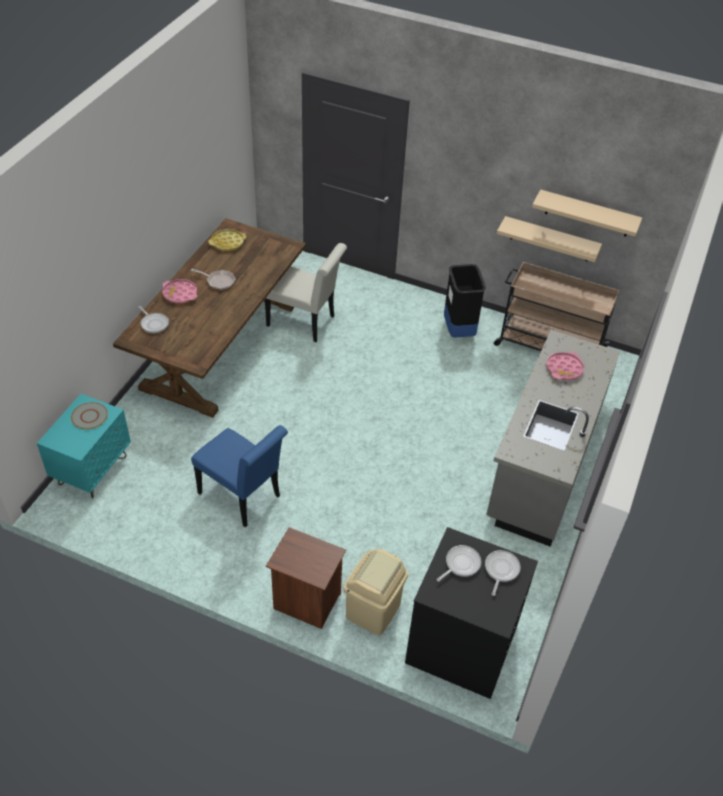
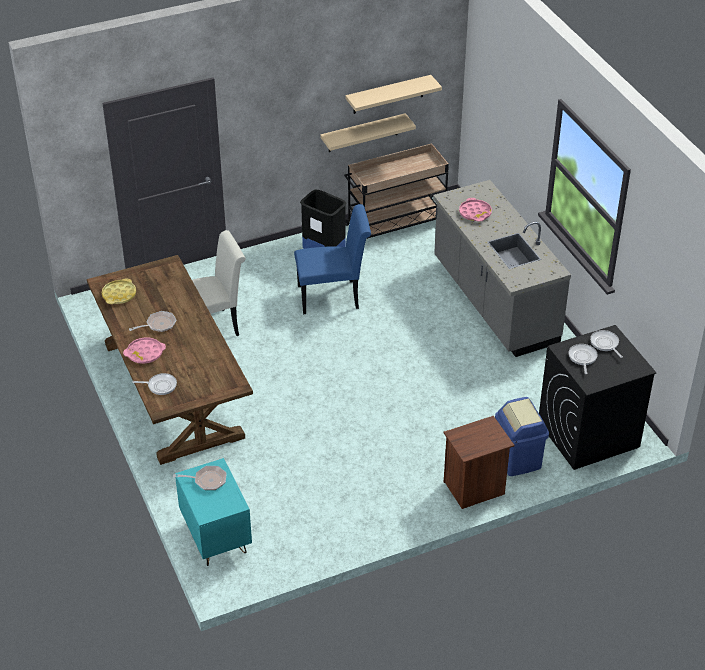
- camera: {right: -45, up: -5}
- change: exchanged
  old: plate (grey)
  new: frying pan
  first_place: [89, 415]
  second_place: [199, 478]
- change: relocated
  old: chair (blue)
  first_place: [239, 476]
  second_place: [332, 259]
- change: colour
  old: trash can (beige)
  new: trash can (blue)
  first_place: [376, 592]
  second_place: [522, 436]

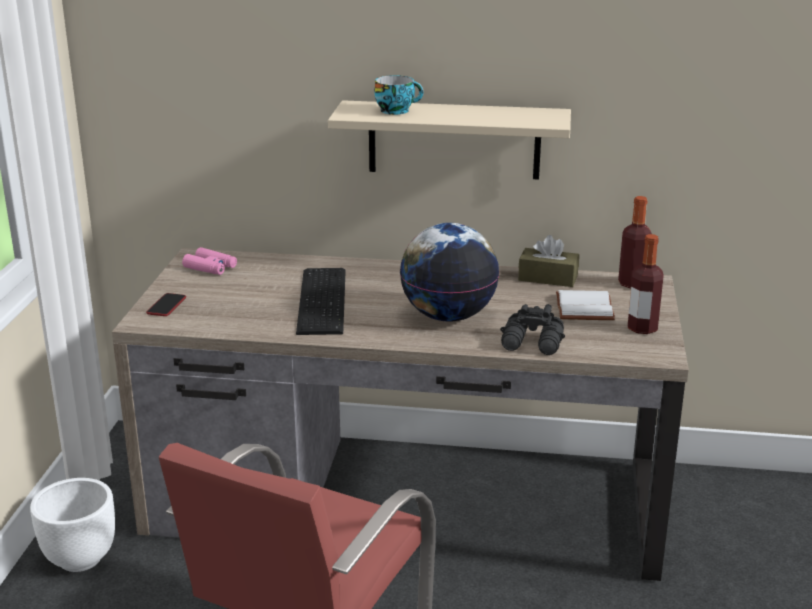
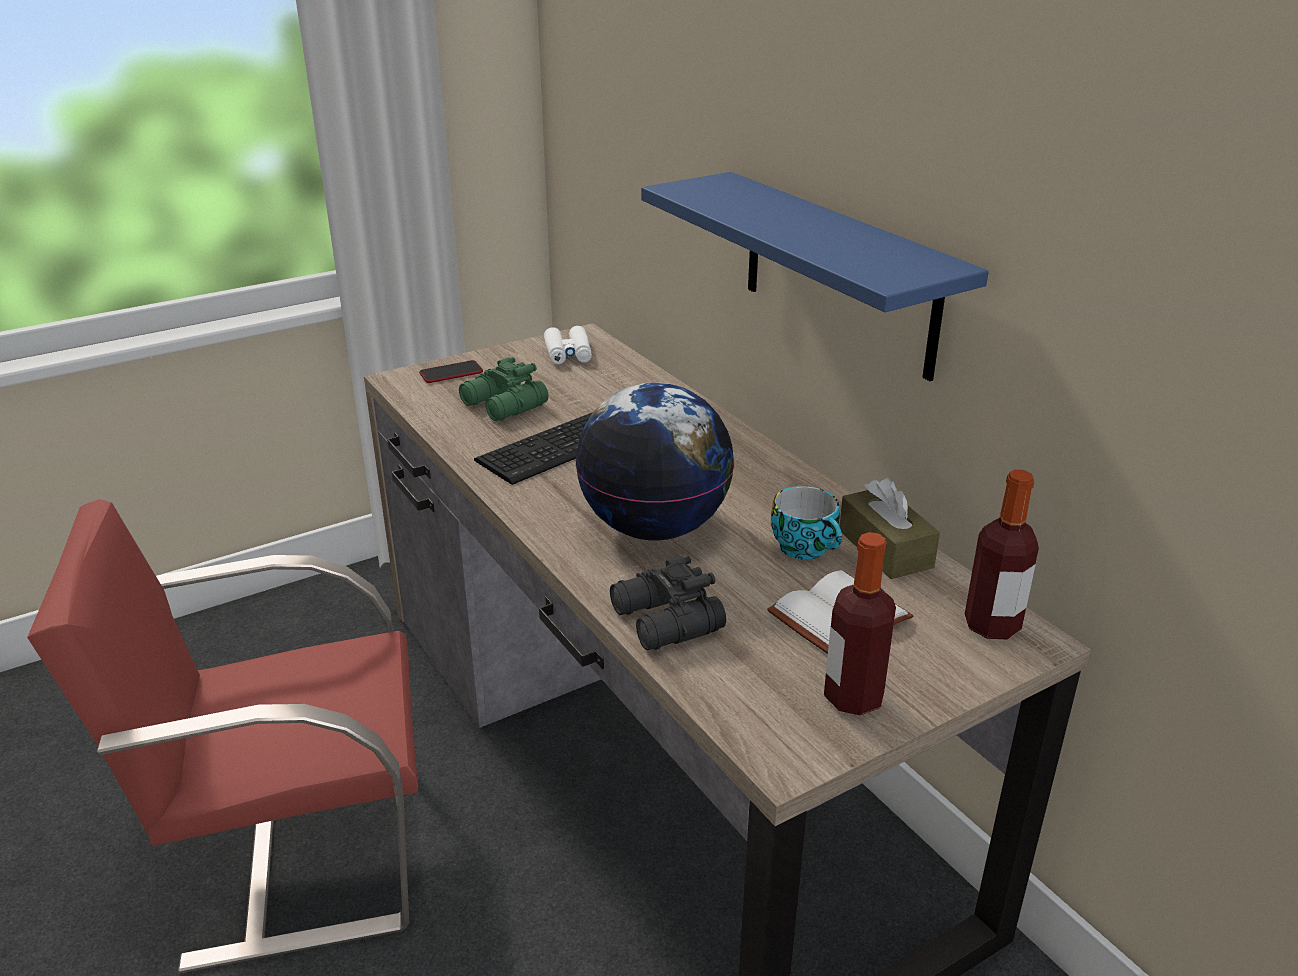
- camera: {right: 50, up: 5}
- change: missing
  old: planter (white)
  first_place: [72, 525]
- change: colour
  old: binoculars (pink)
  new: binoculars (white)
  first_place: [209, 261]
  second_place: [568, 345]
- change: colour
  old: shelf (beige)
  new: shelf (blue)
  first_place: [449, 140]
  second_place: [815, 276]
- change: relocated
  old: cup
  first_place: [398, 95]
  second_place: [806, 523]
- change: appeared
  new: binoculars (green)
  second_place: [503, 389]

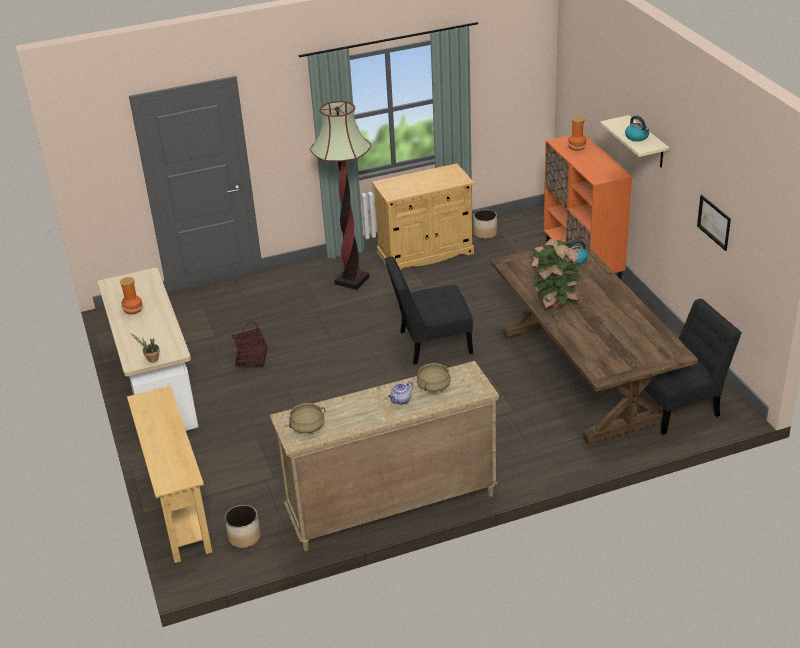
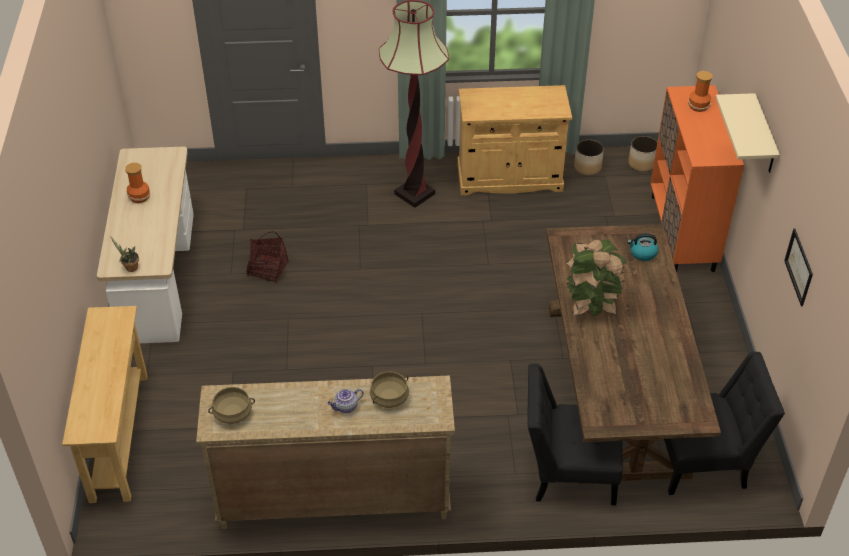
- camera: {right: 15, up: 10}
- change: relocated
  old: planter
  first_place: [243, 526]
  second_place: [642, 154]
- change: relocated
  old: chair (black)
  first_place: [429, 310]
  second_place: [575, 434]
- change: missing
  old: kettle
  first_place: [637, 128]

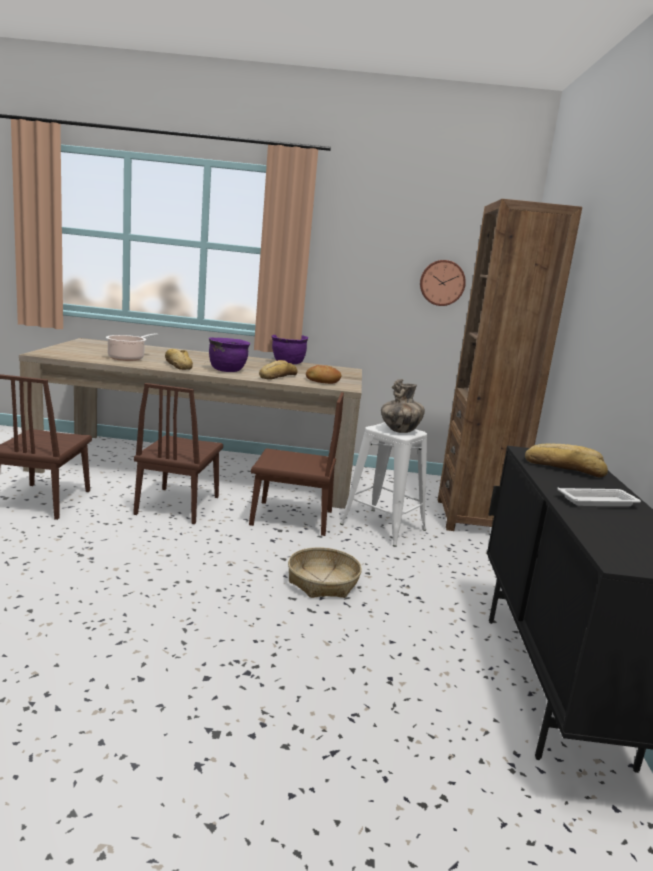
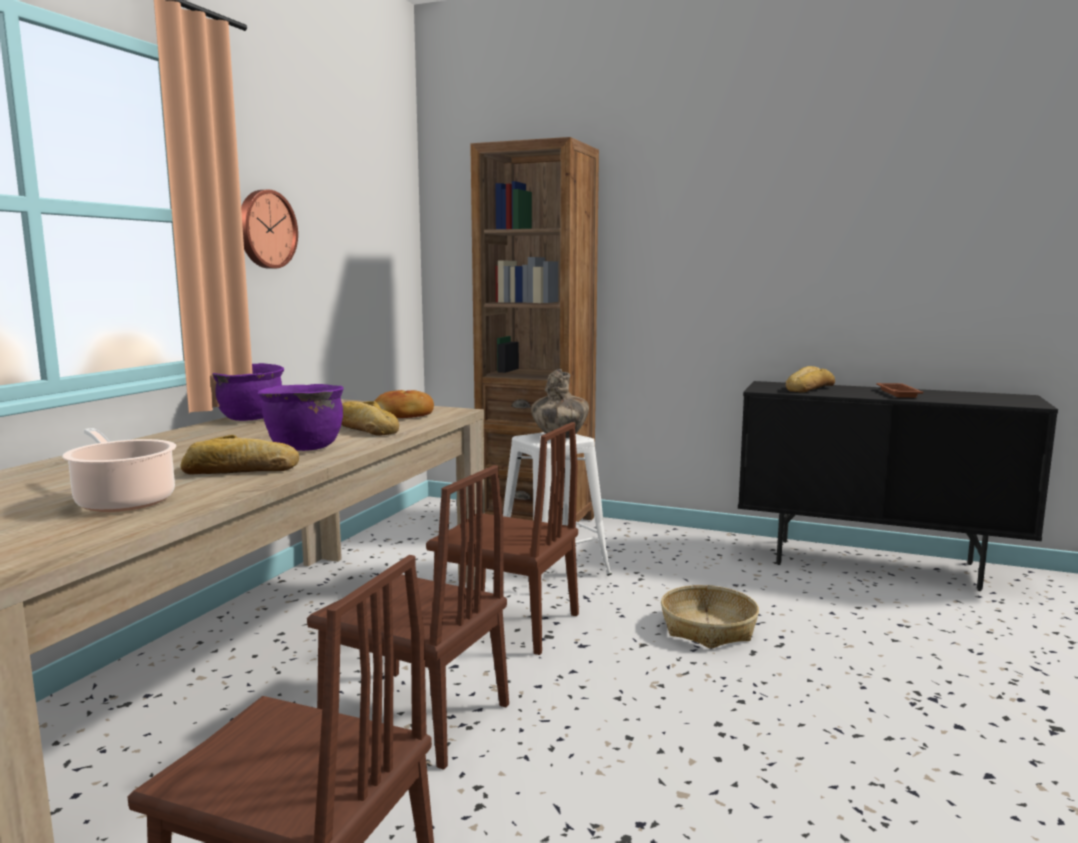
- camera: {right: -70, up: -5}
- change: spun
  old: chair (brown)
  first_place: [296, 464]
  second_place: [502, 538]
  degrees: 90
- change: relocated
  old: wall clock
  first_place: [443, 283]
  second_place: [269, 229]
- change: colour
  old: tray (white)
  new: tray (brown)
  first_place: [599, 496]
  second_place: [900, 390]

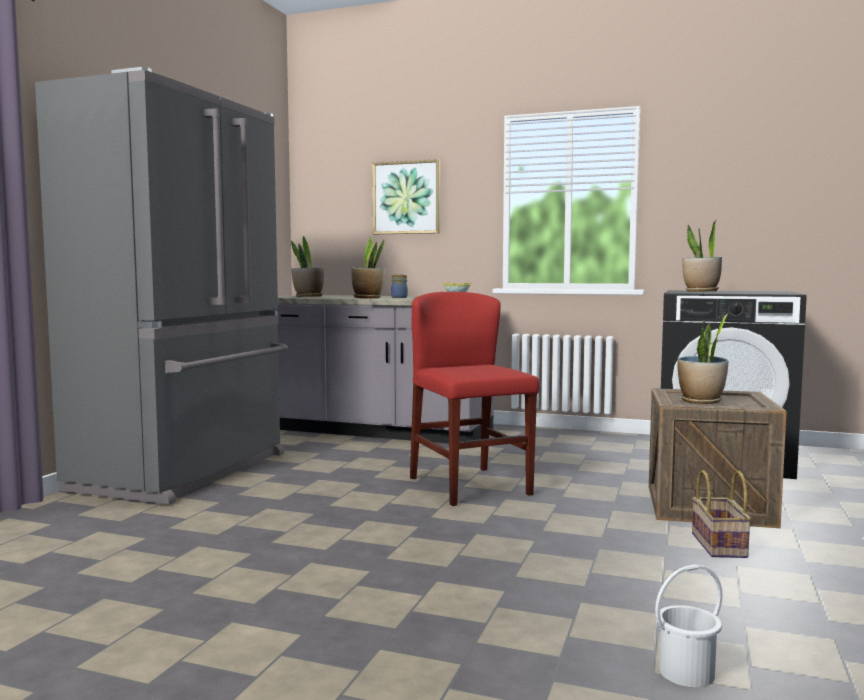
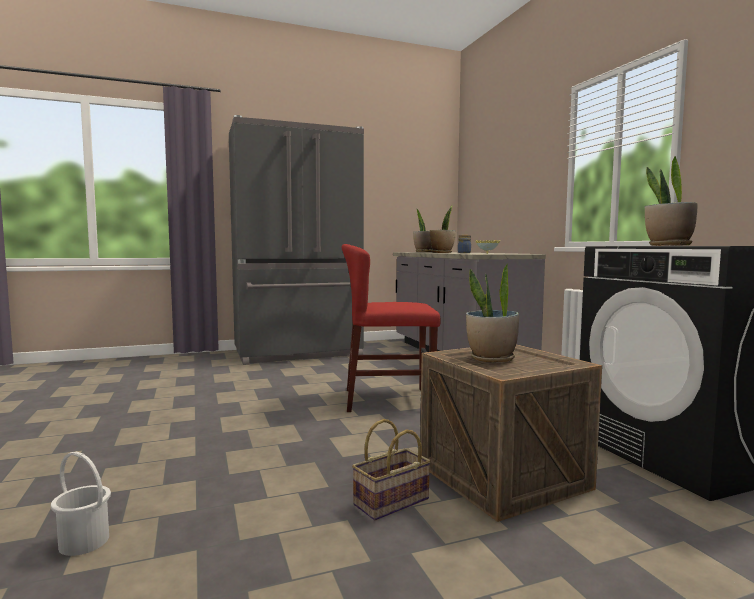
- camera: {right: 50, up: 0}
- change: missing
  old: picture
  first_place: [406, 196]
- change: spun
  old: chair (red)
  first_place: [474, 399]
  second_place: [391, 328]
  degrees: -120

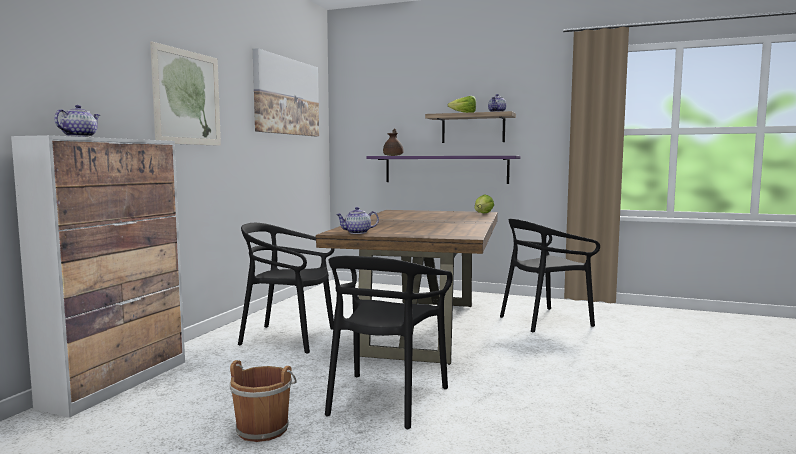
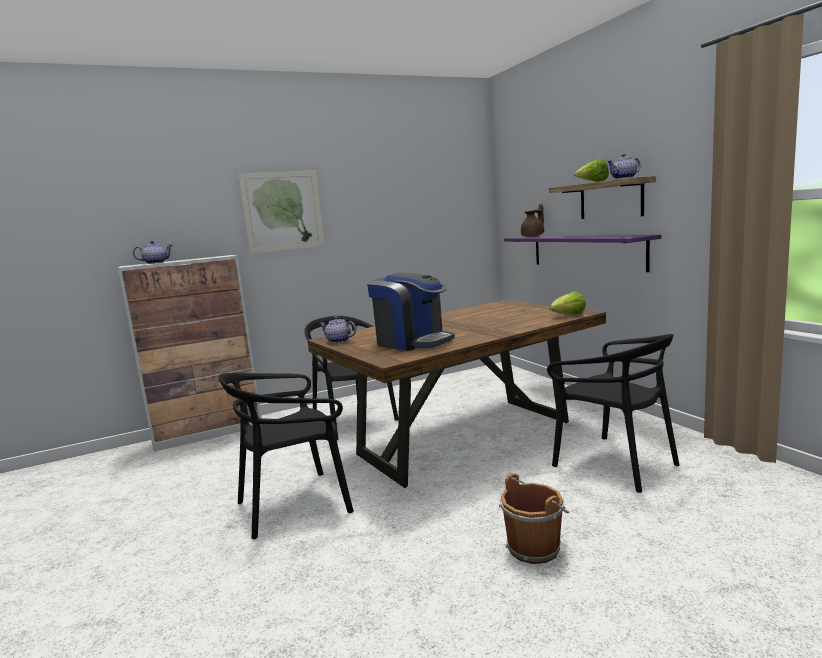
- camera: {right: 45, up: 5}
- change: relocated
  old: bucket (brown)
  first_place: [263, 401]
  second_place: [534, 518]
- change: missing
  old: picture
  first_place: [286, 92]
- change: spun
  old: chair (black)
  first_place: [550, 275]
  second_place: [613, 413]
  degrees: -150
- change: appeared
  new: coffee machine
  second_place: [411, 312]

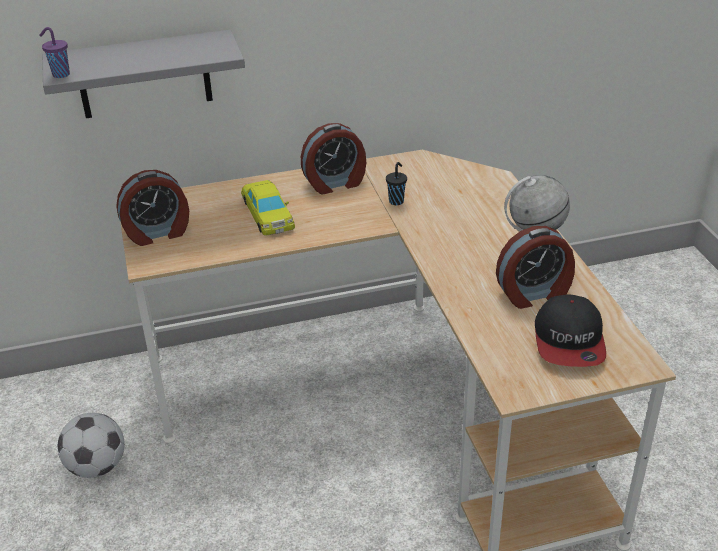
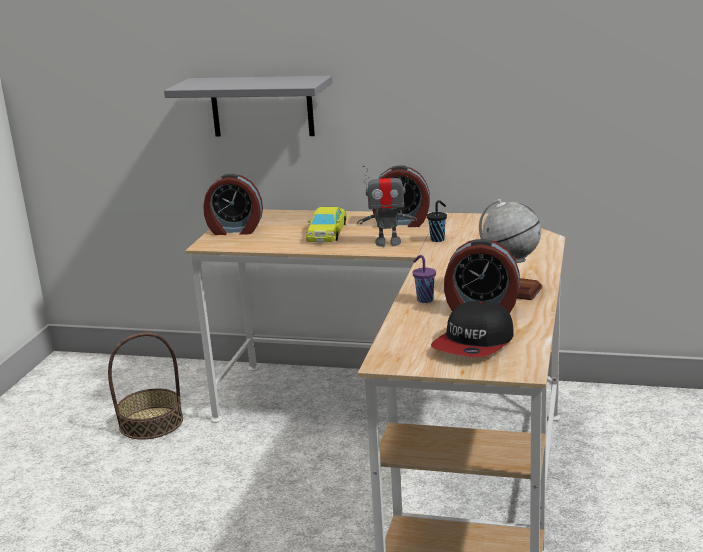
- camera: {right: 30, up: -15}
- change: relocated
  old: cup (purple)
  first_place: [54, 52]
  second_place: [424, 279]
- change: exchanged
  old: football
  new: basket
  first_place: [91, 445]
  second_place: [145, 386]
- change: appeared
  new: toy robot
  second_place: [387, 206]

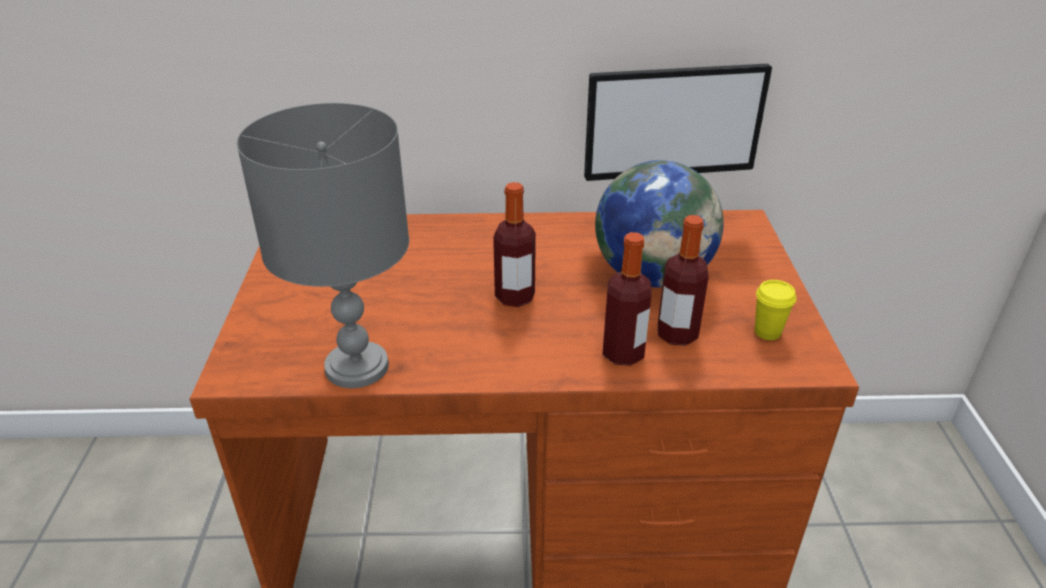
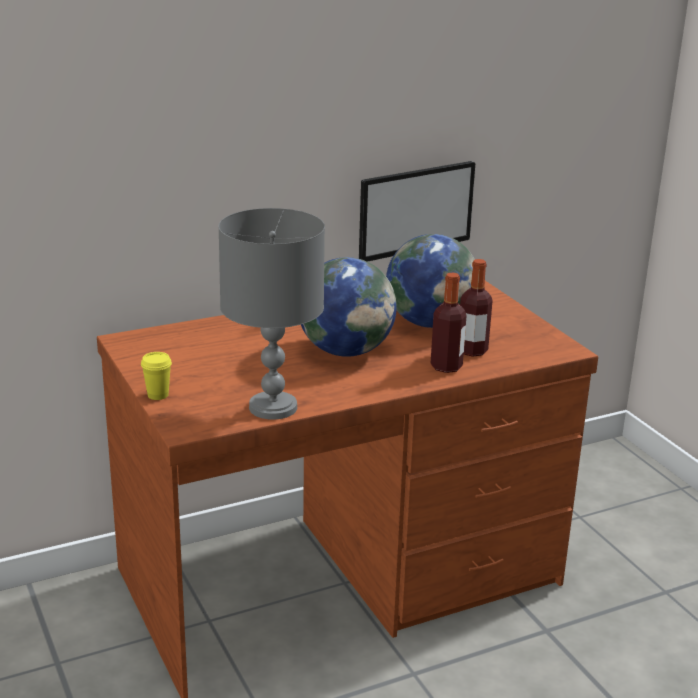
- camera: {right: -25, up: -10}
- change: exchanged
  old: bottle
  new: globe
  first_place: [514, 244]
  second_place: [349, 307]
- change: relocated
  old: cup (yellow)
  first_place: [775, 310]
  second_place: [156, 376]

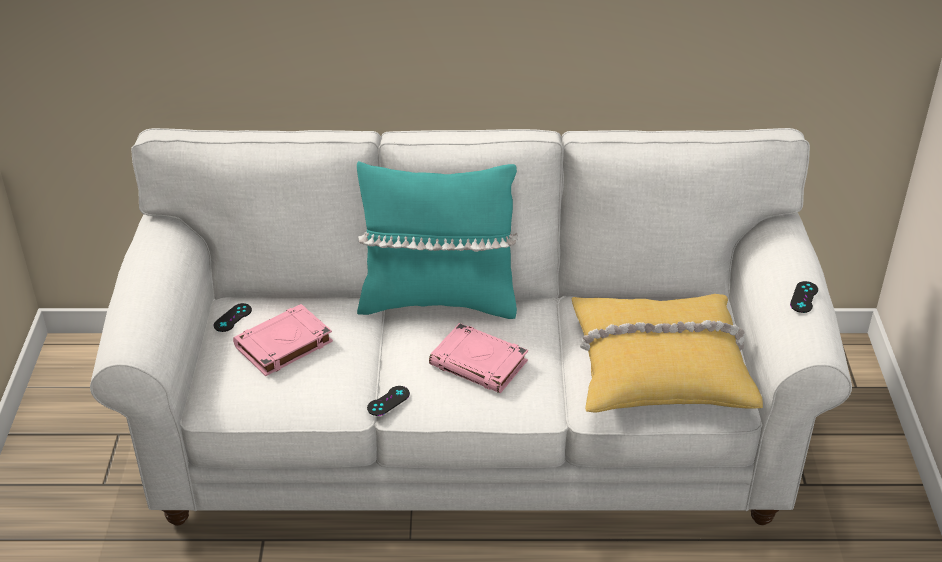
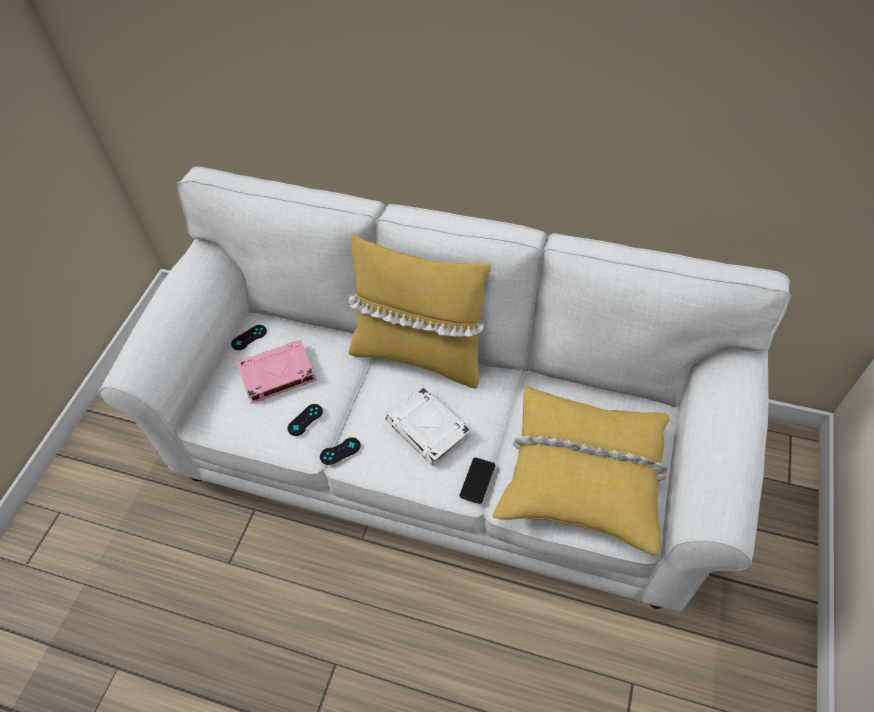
- camera: {right: 20, up: 15}
- change: colour
  old: pillow (turquoise)
  new: pillow (yellow)
  first_place: [437, 240]
  second_place: [419, 311]
- change: colour
  old: book (pink)
  new: book (white)
  first_place: [478, 358]
  second_place: [428, 427]
- change: relocated
  old: game controller (black)
  first_place: [804, 297]
  second_place: [305, 420]
- change: appeared
  new: phone
  second_place: [477, 481]

